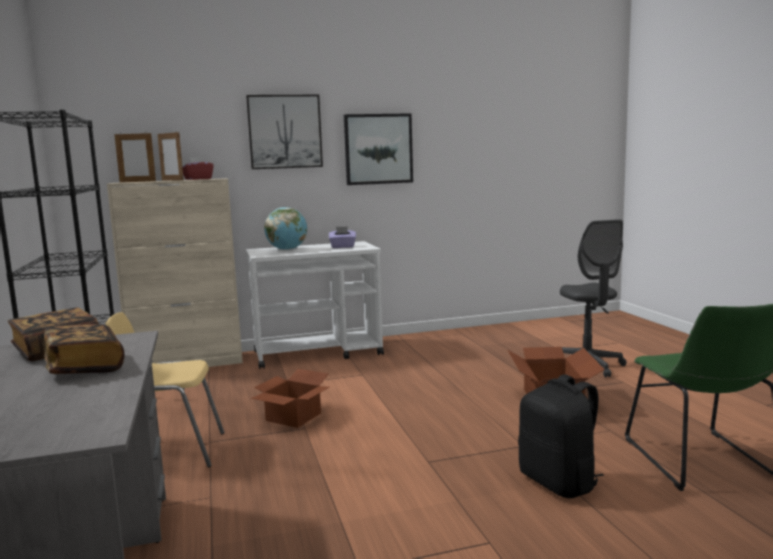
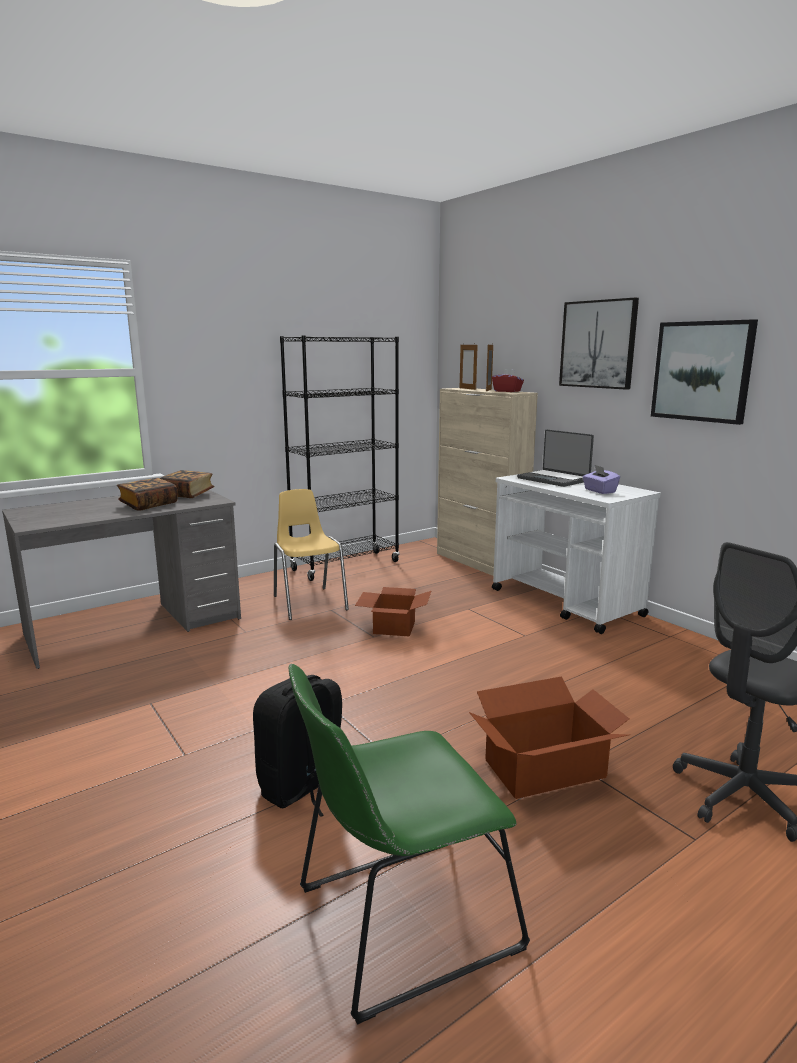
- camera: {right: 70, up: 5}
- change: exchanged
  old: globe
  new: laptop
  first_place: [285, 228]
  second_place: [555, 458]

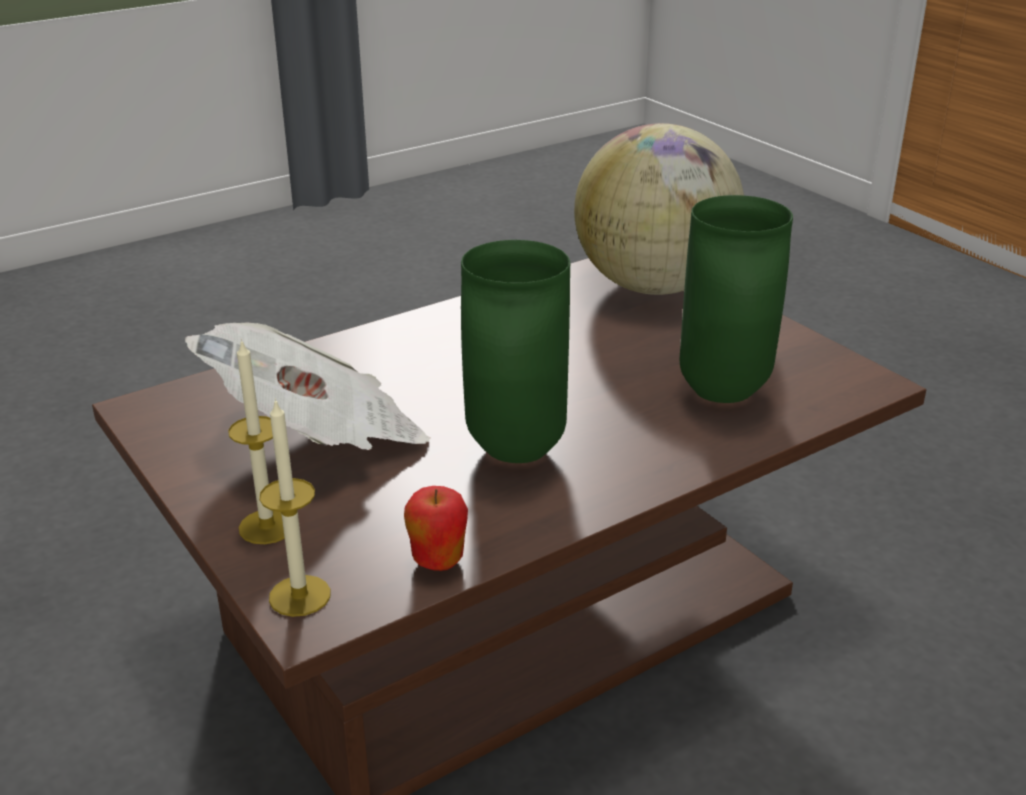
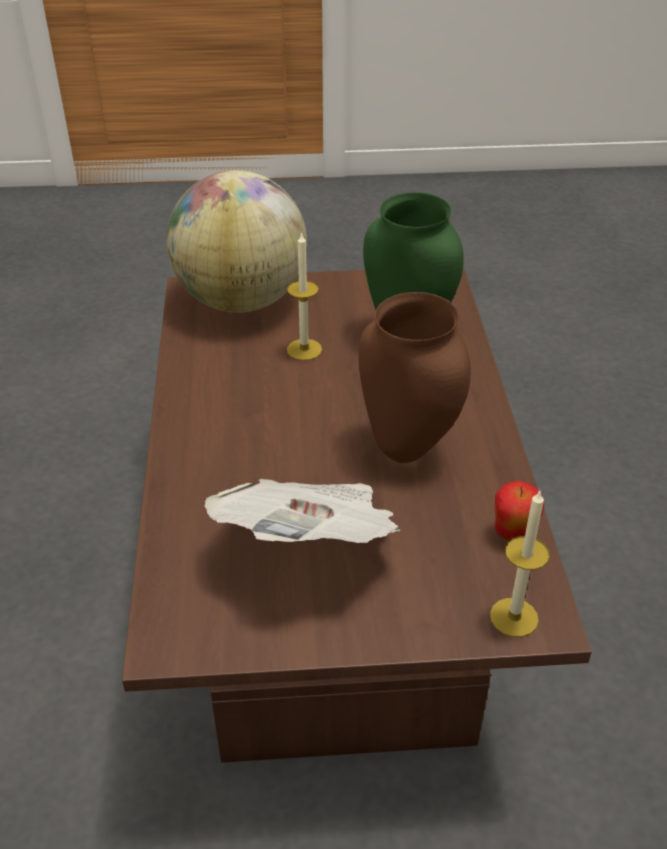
- camera: {right: -60, up: 10}
- change: relocated
  old: candle
  first_place: [256, 441]
  second_place: [304, 296]
- change: colour
  old: vase (green)
  new: vase (brown)
  first_place: [515, 351]
  second_place: [414, 377]

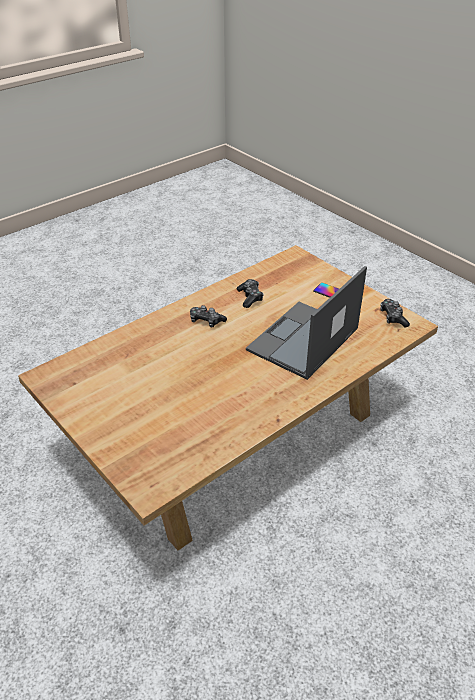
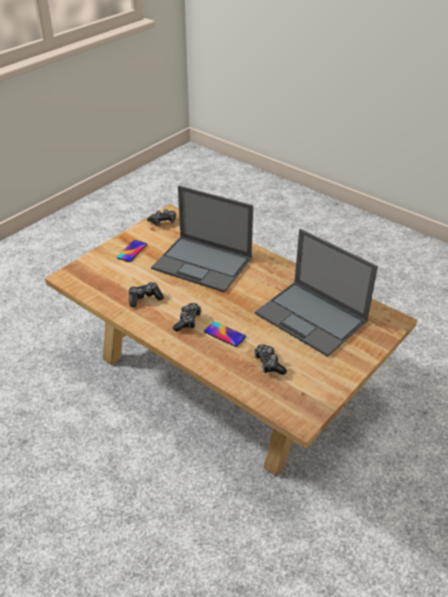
- camera: {right: -100, up: 0}
- change: appeared
  new: phone
  second_place: [225, 334]
- change: appeared
  new: game controller
  second_place: [270, 359]
- change: appeared
  new: laptop
  second_place: [316, 293]

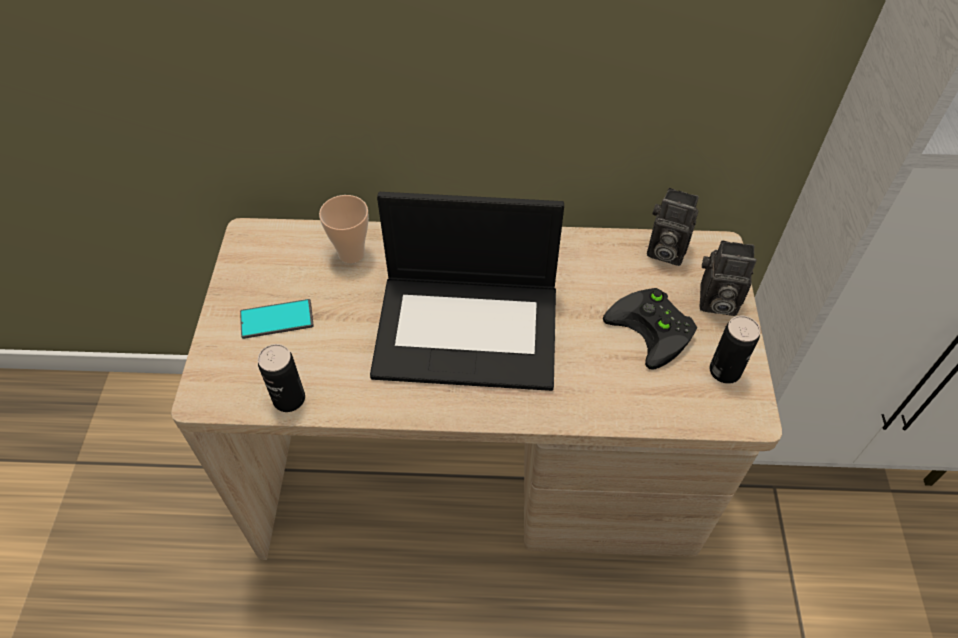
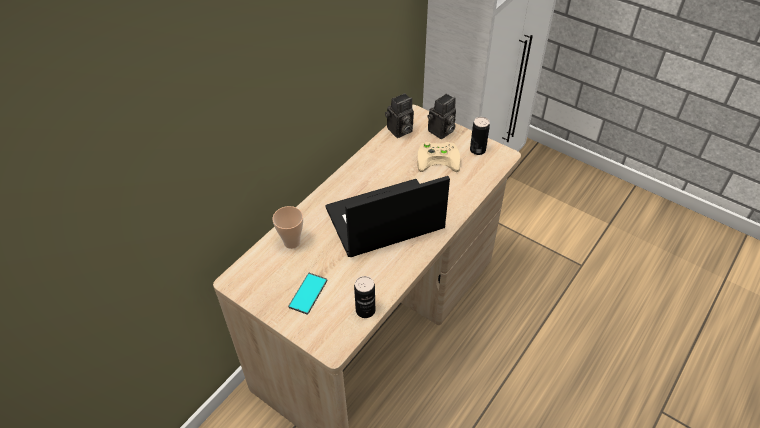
- camera: {right: -55, up: -5}
- change: spun
  old: laptop
  first_place: [467, 291]
  second_place: [387, 216]
  degrees: -150
- change: colour
  old: game controller (black)
  new: game controller (beige)
  first_place: [650, 328]
  second_place: [438, 157]

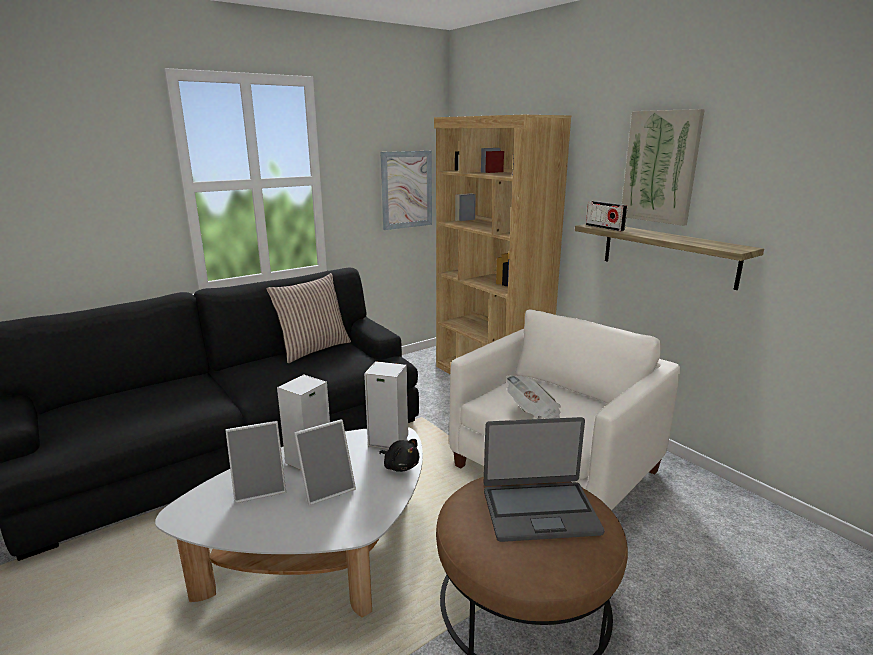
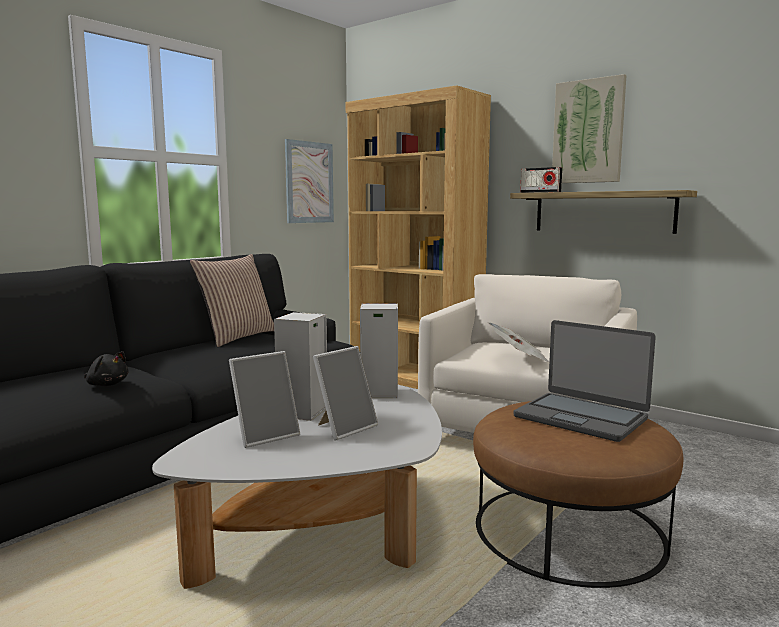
- camera: {right: -15, up: -10}
- change: relocated
  old: plush toy (black)
  first_place: [399, 455]
  second_place: [106, 368]
- change: spun
  old: laptop
  first_place: [544, 479]
  second_place: [585, 381]
  degrees: 60

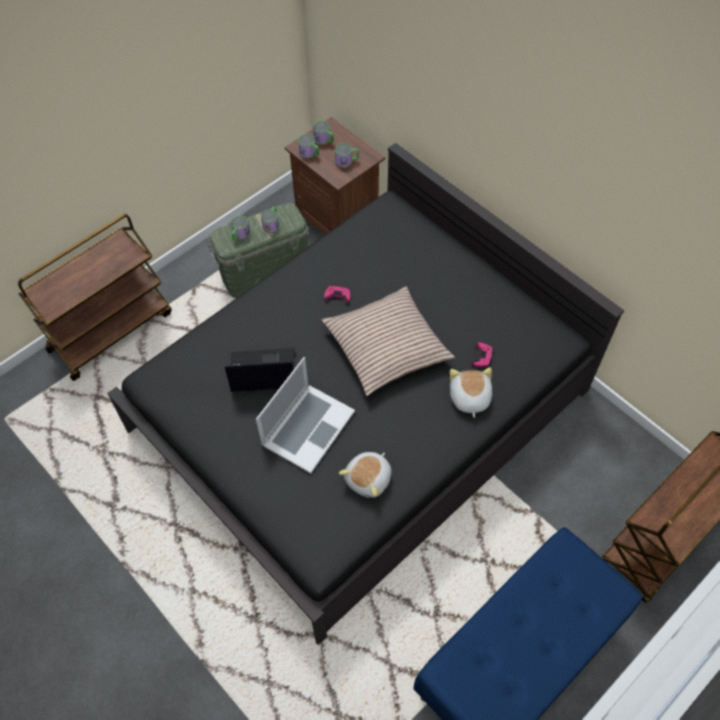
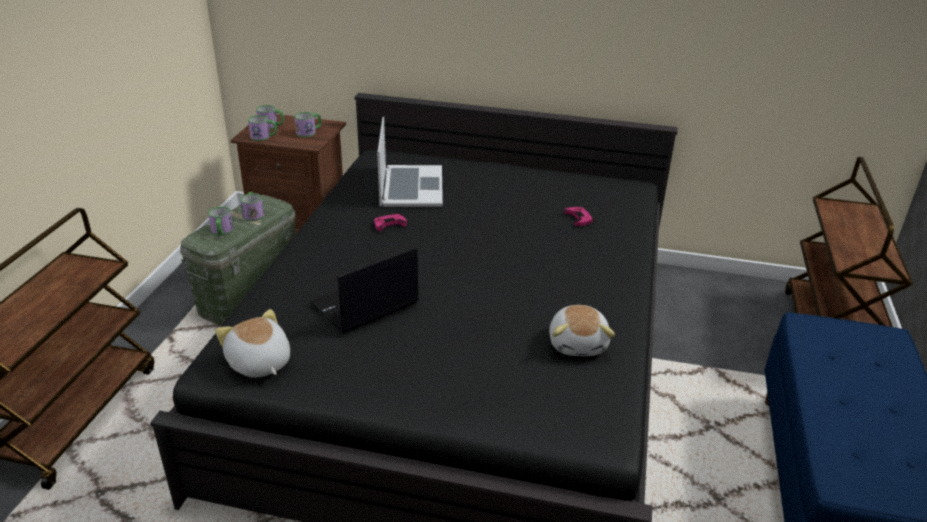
- camera: {right: -35, up: -25}
- change: relocated
  old: laptop
  first_place: [305, 415]
  second_place: [410, 162]
- change: missing
  old: pillow
  first_place: [388, 341]
- change: relocated
  old: plush toy
  first_place: [471, 392]
  second_place: [252, 343]

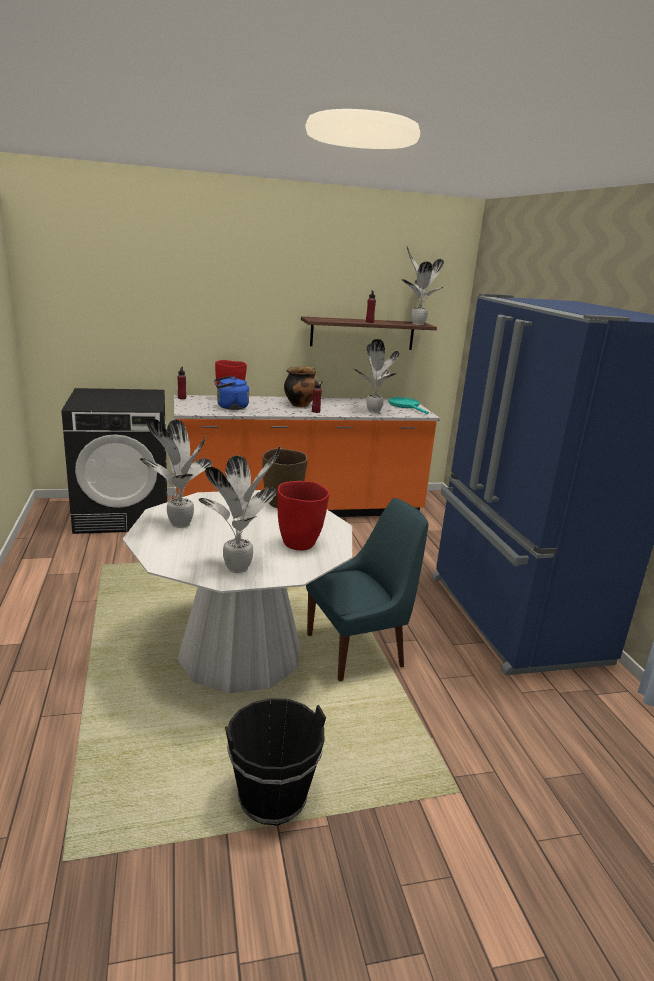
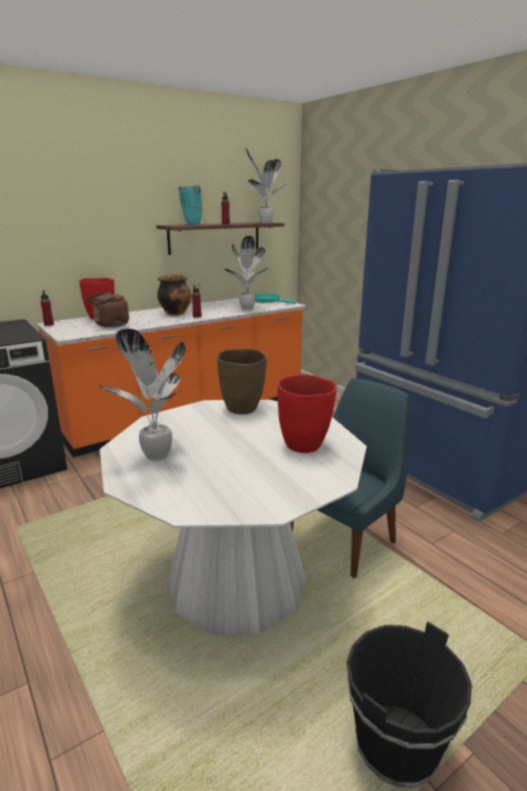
- camera: {right: -20, up: 0}
- change: missing
  old: potted plant
  first_place: [239, 509]
- change: colour
  old: kettle (blue)
  new: kettle (brown)
  first_place: [231, 393]
  second_place: [107, 309]
- change: appeared
  new: vase (turquoise)
  second_place: [190, 205]

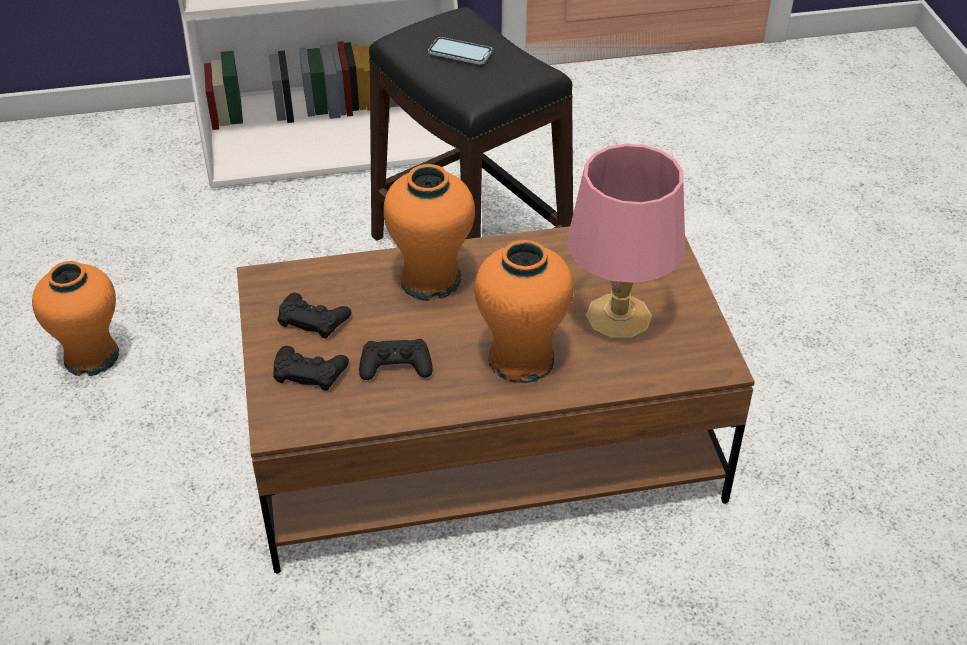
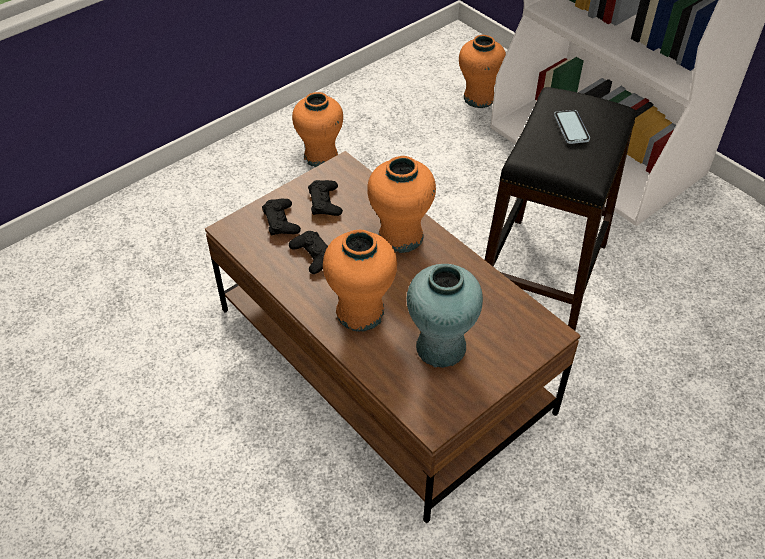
- camera: {right: 60, up: 5}
- change: exchanged
  old: table lamp (pink)
  new: vase (turquoise)
  first_place: [626, 242]
  second_place: [445, 316]
- change: appeared
  new: vase (orange)
  second_place: [482, 71]

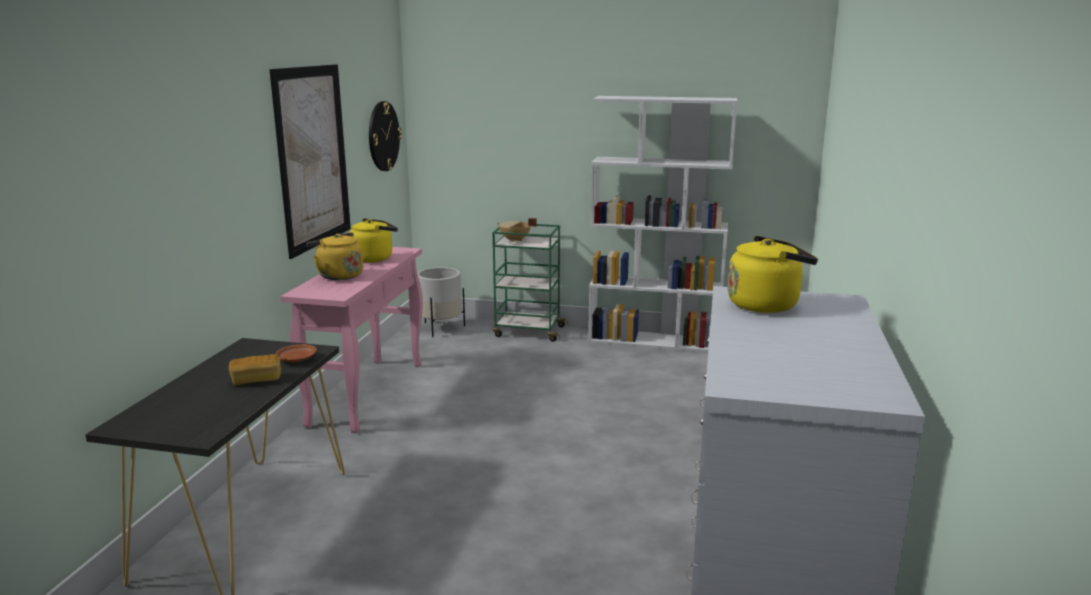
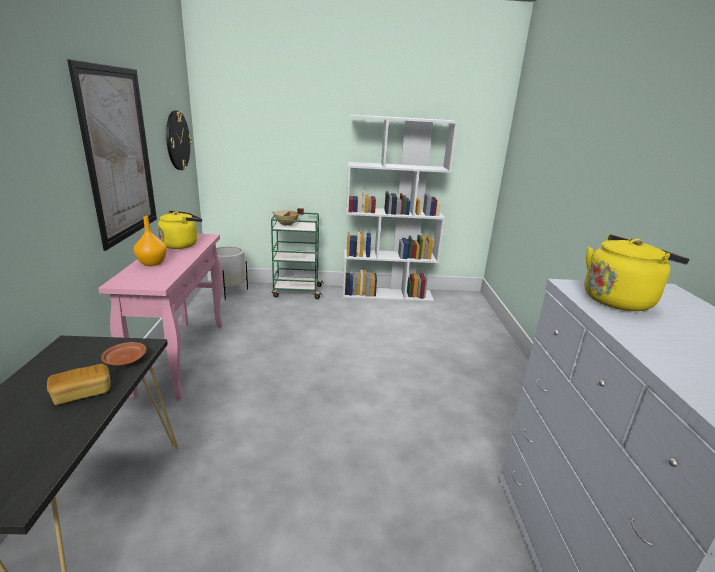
- camera: {right: -15, up: 5}
- change: exchanged
  old: kettle (yellow)
  new: vase (orange)
  first_place: [334, 256]
  second_place: [150, 241]

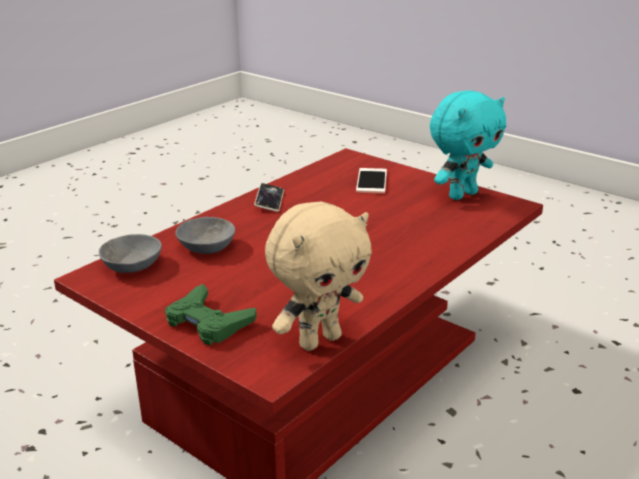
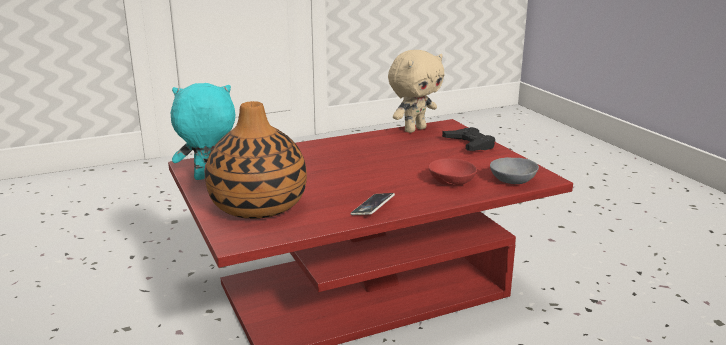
- camera: {right: -155, up: -5}
- change: colour
  old: game controller (green)
  new: game controller (black)
  first_place: [211, 314]
  second_place: [468, 139]
- change: colour
  old: bowl (grey)
  new: bowl (red)
  first_place: [205, 235]
  second_place: [453, 172]
- change: spun
  old: plush toy (beige)
  first_place: [318, 276]
  second_place: [416, 91]
  degrees: 150
- change: exchanged
  old: phone
  new: vase
  first_place: [371, 181]
  second_place: [256, 160]

